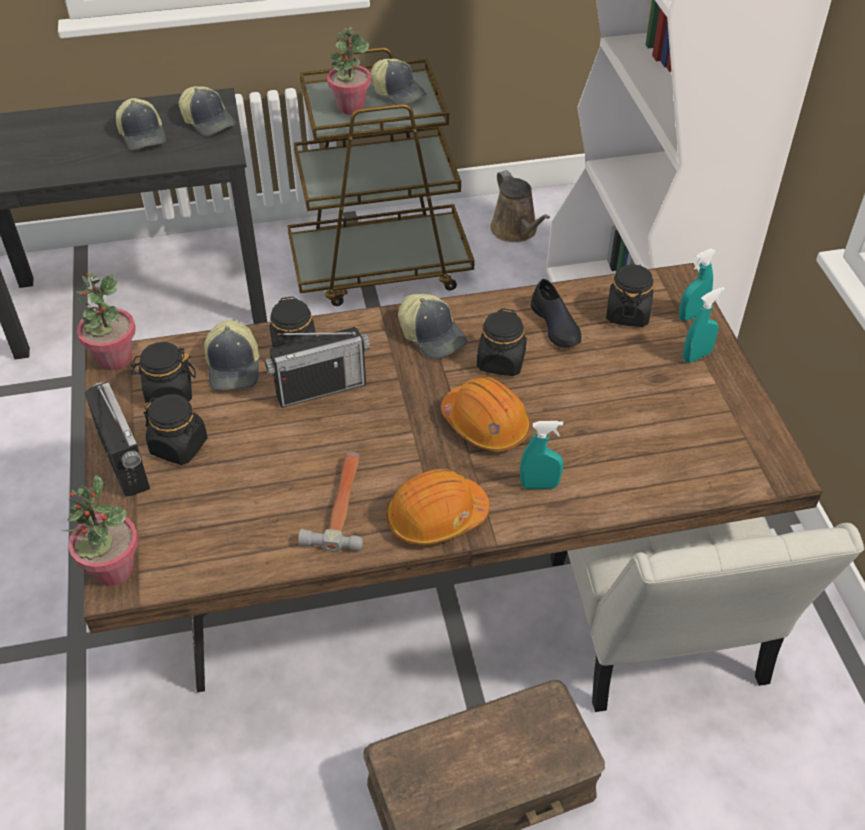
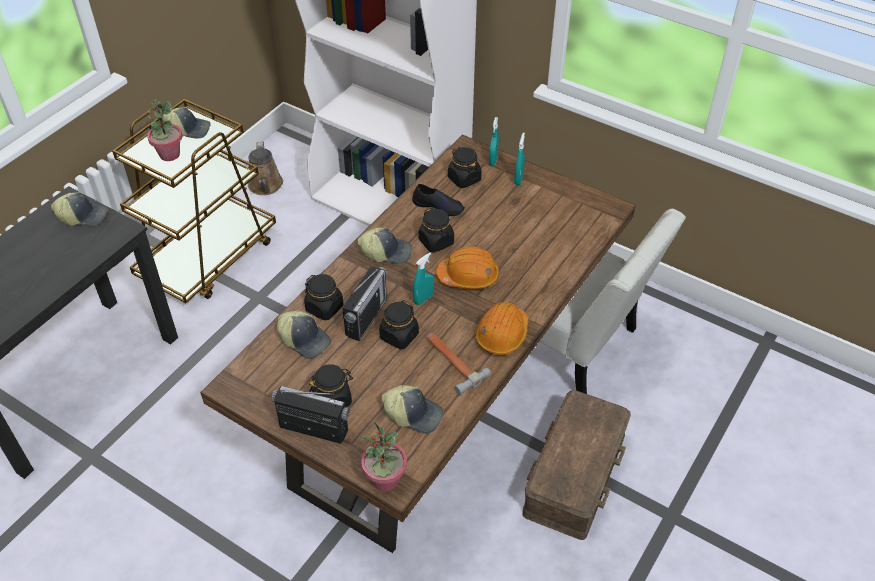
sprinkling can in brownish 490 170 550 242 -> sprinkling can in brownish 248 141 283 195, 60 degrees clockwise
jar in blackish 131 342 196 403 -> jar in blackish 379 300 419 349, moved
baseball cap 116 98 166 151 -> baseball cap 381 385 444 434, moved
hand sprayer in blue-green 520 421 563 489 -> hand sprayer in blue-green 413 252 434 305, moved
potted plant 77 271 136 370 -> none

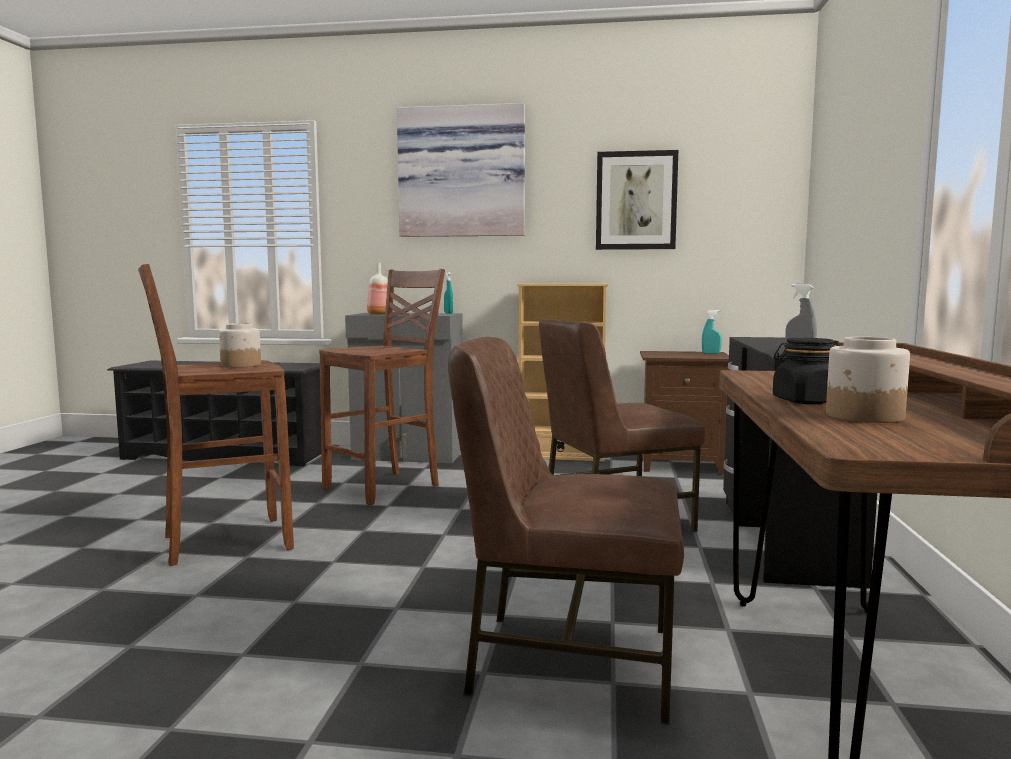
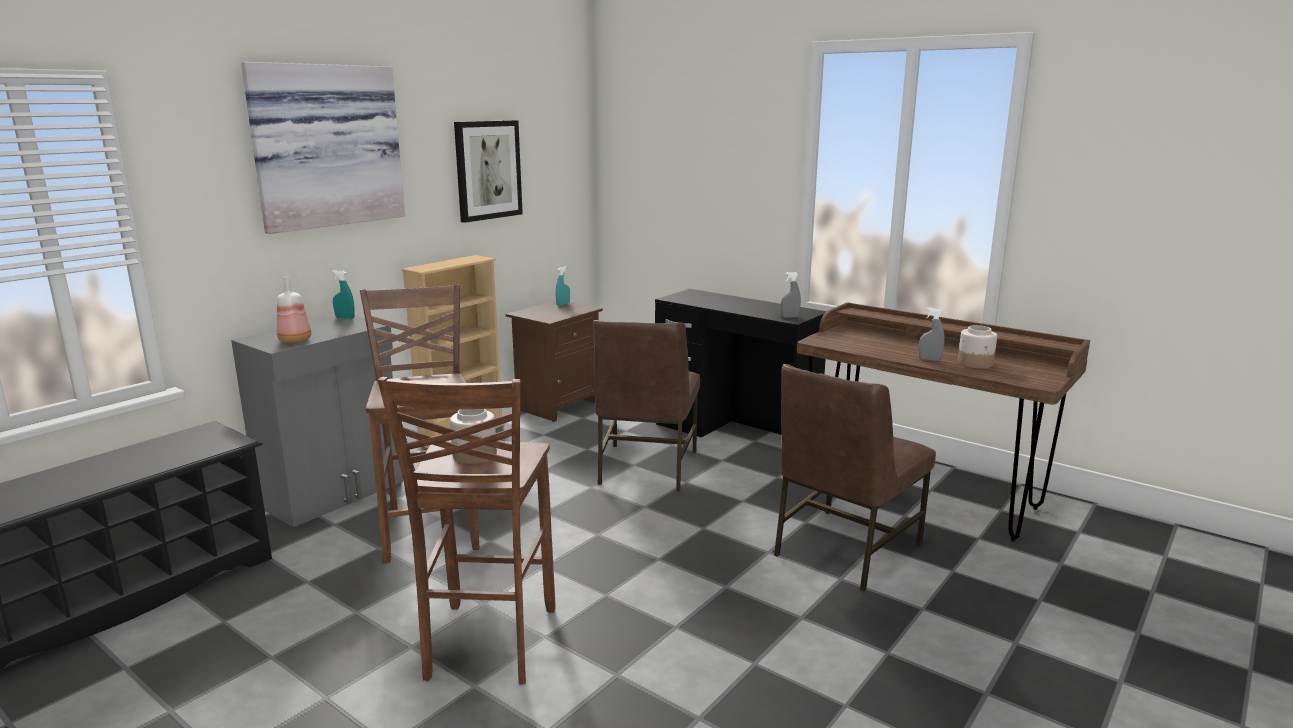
jar in blackish 773 338 839 404 -> hand sprayer in gray 919 307 945 361

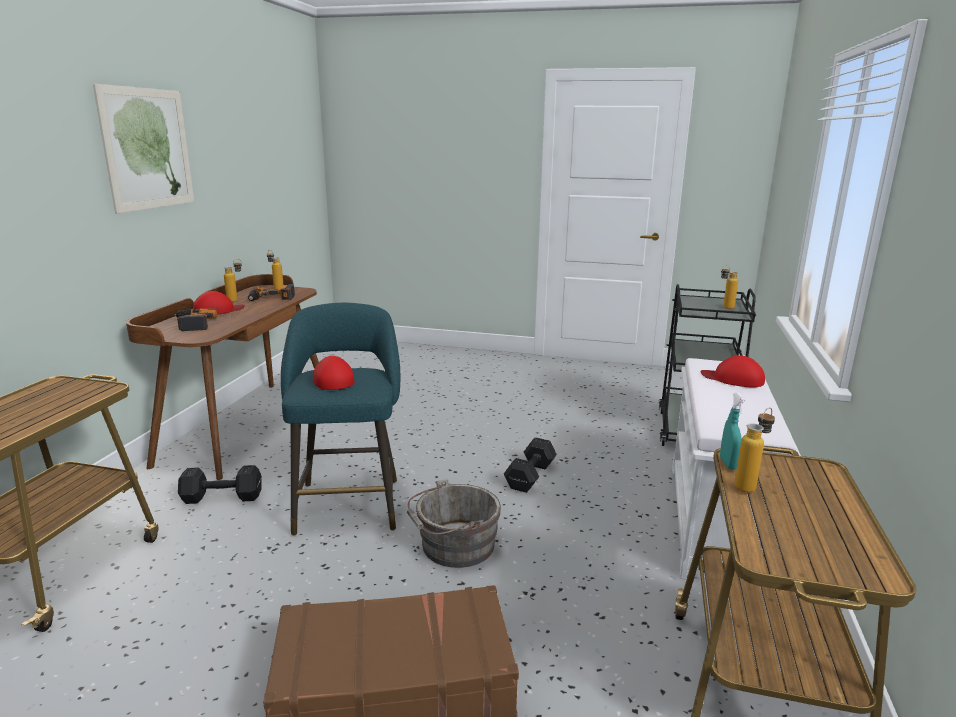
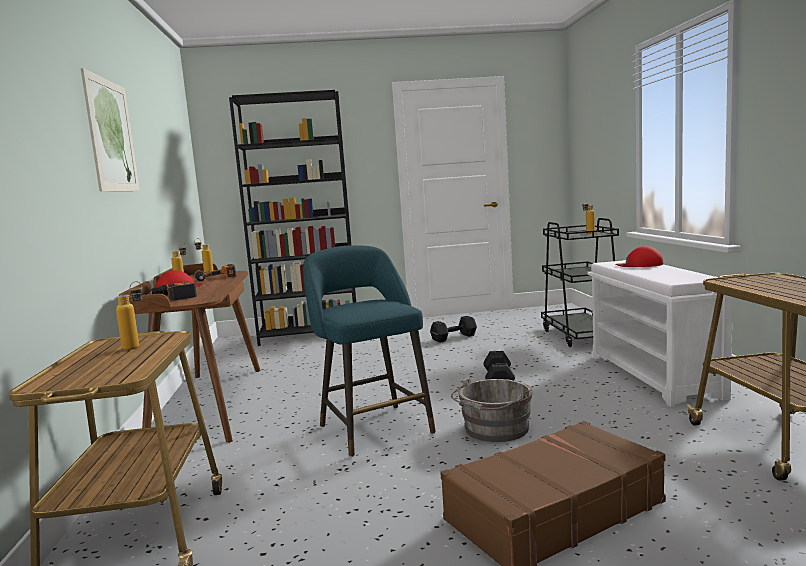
drink bottle 734 408 775 492 -> drink bottle 116 281 143 350, moved
none -> shelving unit in blackish 229 90 356 346
dumbbell in blackish 178 465 262 504 -> dumbbell in blackish 430 316 477 343, moved
baseball cap in red-coloured 313 356 354 390 -> none
hand sprayer in blue-green 720 392 745 469 -> none

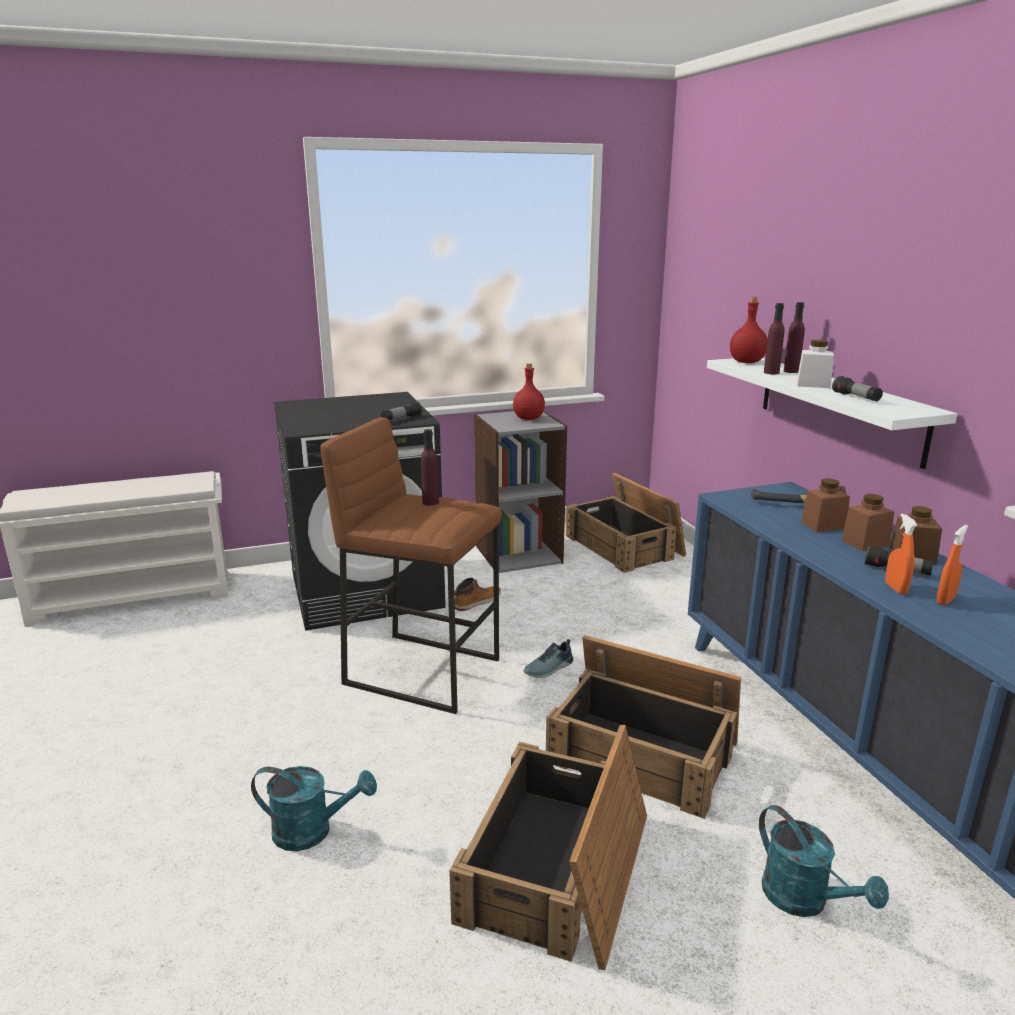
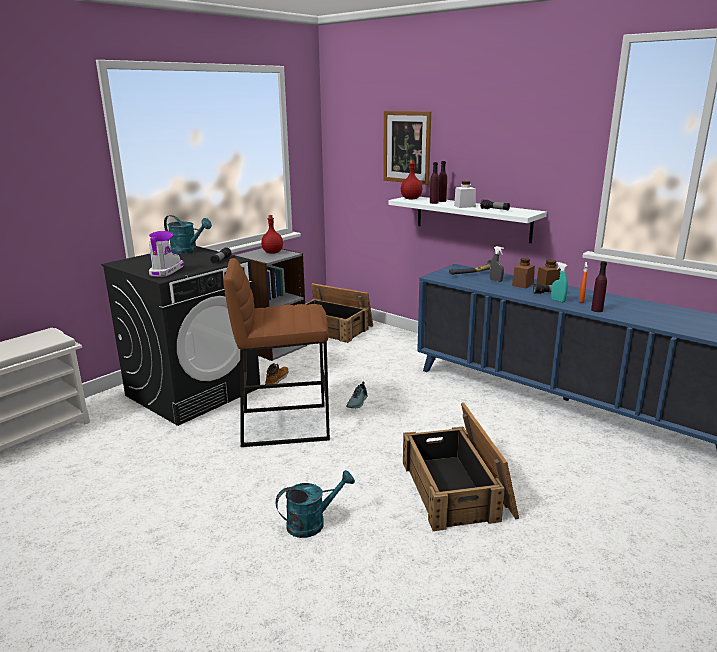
none -> boot 149 231 184 277
sprinkling can in blue-green 759 805 889 917 -> sprinkling can in blue-green 164 215 212 254, moved
none -> wall picture 383 111 431 185
jar in brownish 801 478 850 532 -> hand sprayer in gray 490 246 504 282
hand sprayer in orangey 885 513 917 594 -> hand sprayer in blue-green 551 262 568 302
drink bottle in purple-coloured 421 429 439 505 -> drink bottle in purple-coloured 591 261 607 312, moved
shipping crate 546 635 741 819 -> none

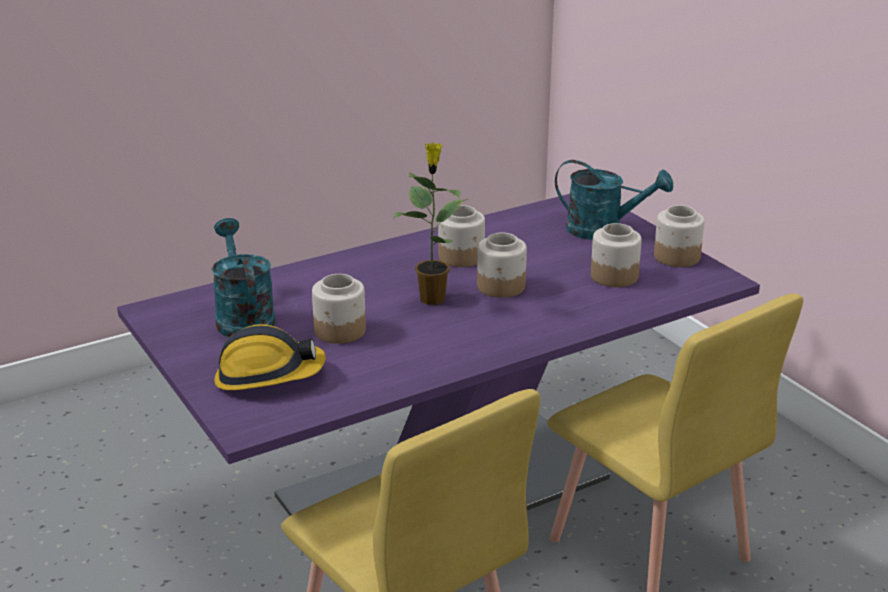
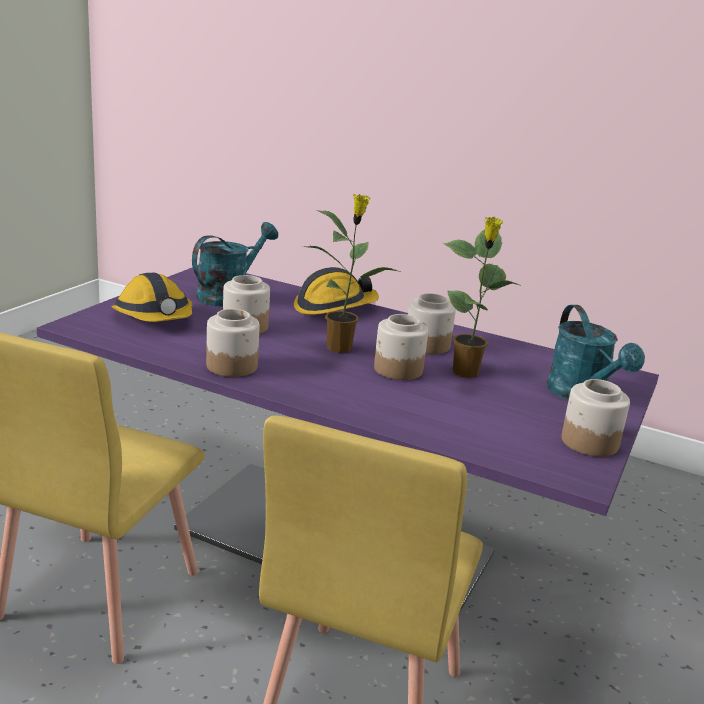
jar 591 223 642 287 -> jar 206 309 259 377, moved
none -> work helmet 294 267 379 315
none -> potted plant 443 217 519 378

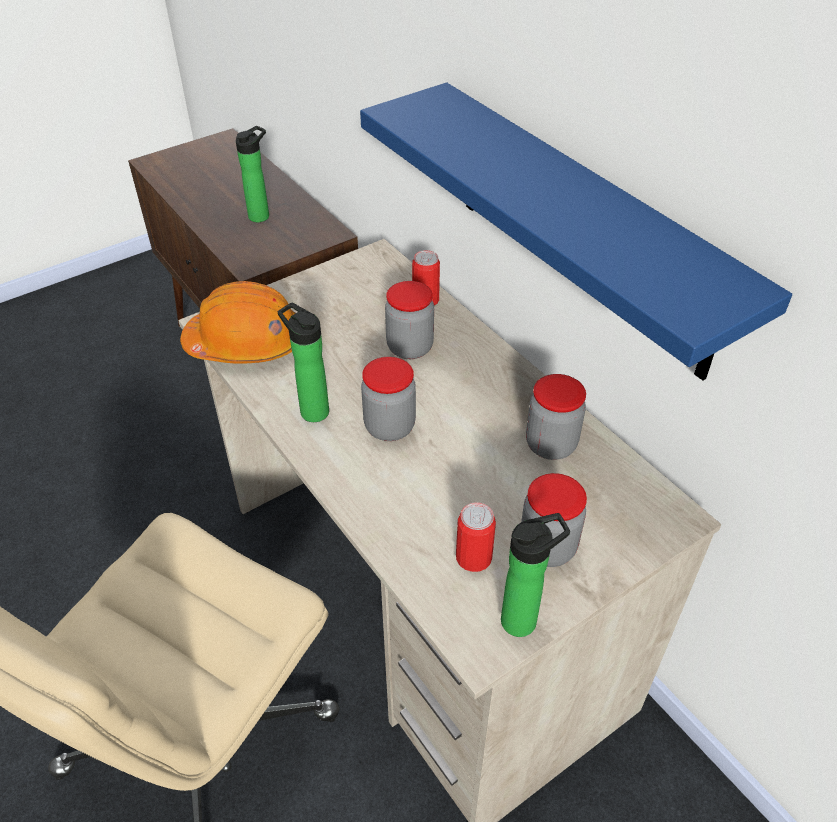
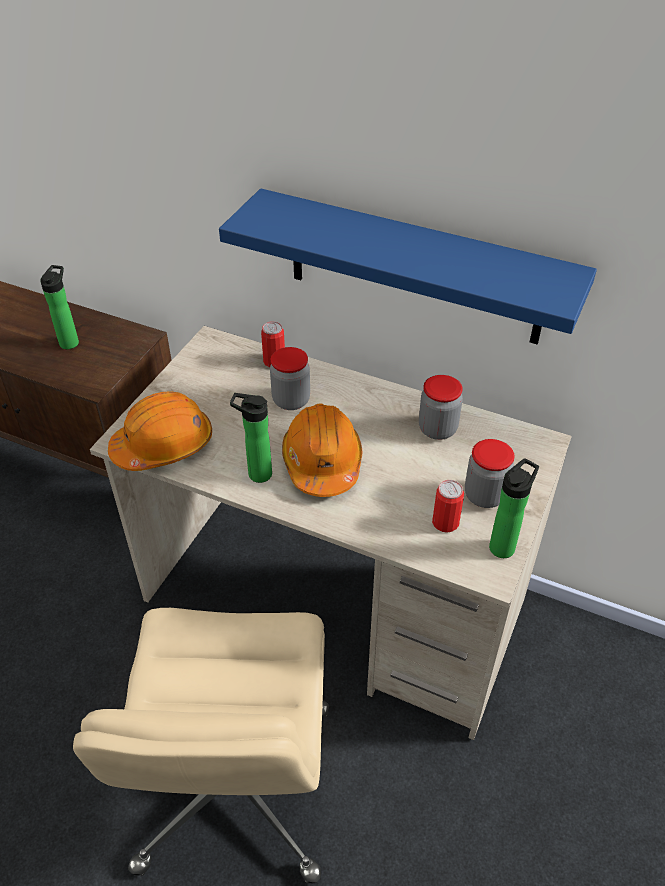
jar 361 357 416 441 -> work helmet in orangey 282 404 363 497

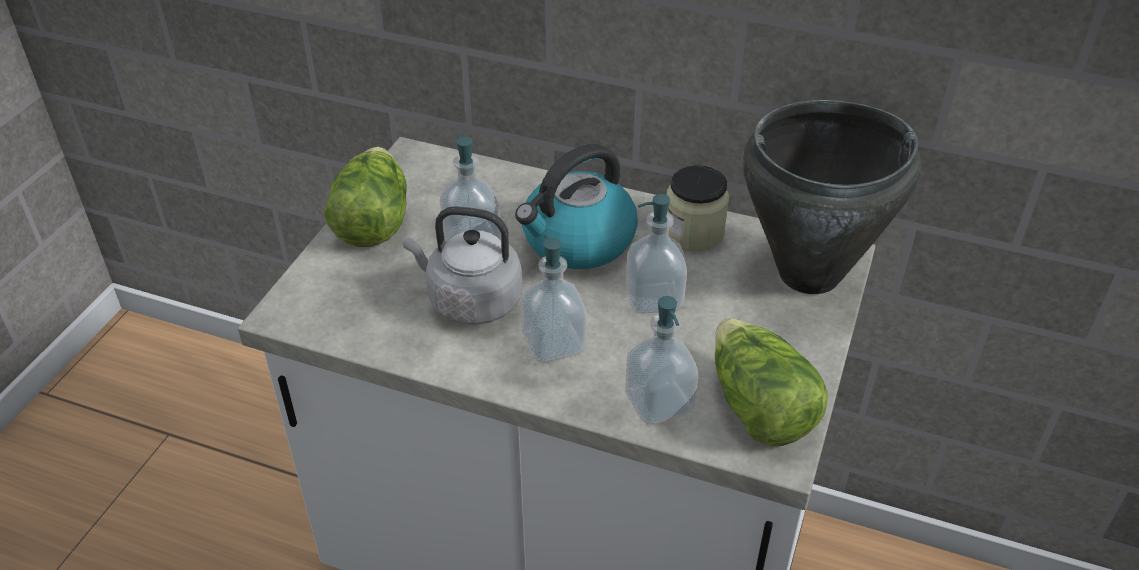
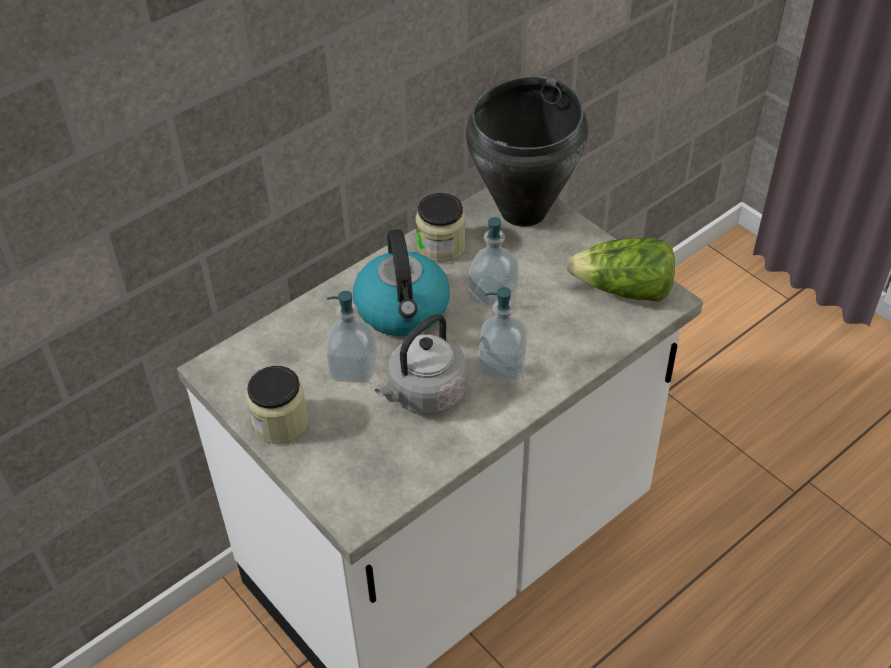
head of lettuce 324 147 407 247 -> jar 246 366 308 444
soap dispenser 625 296 698 425 -> none

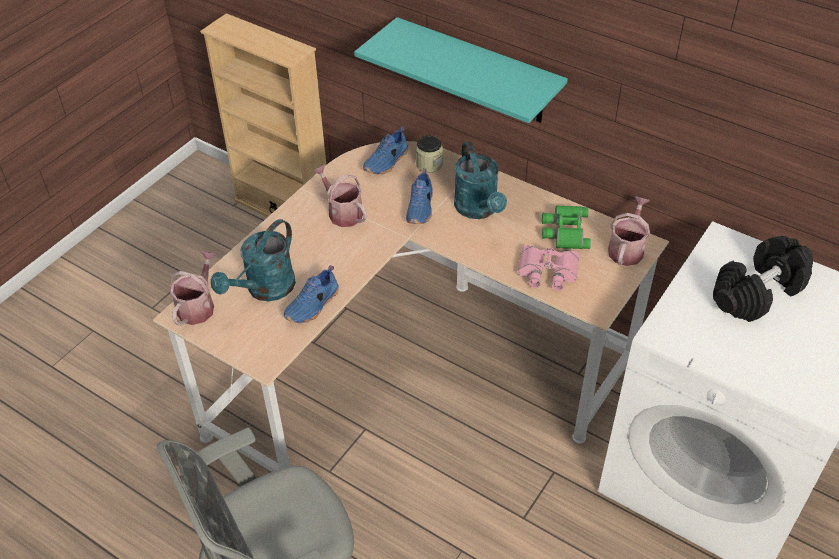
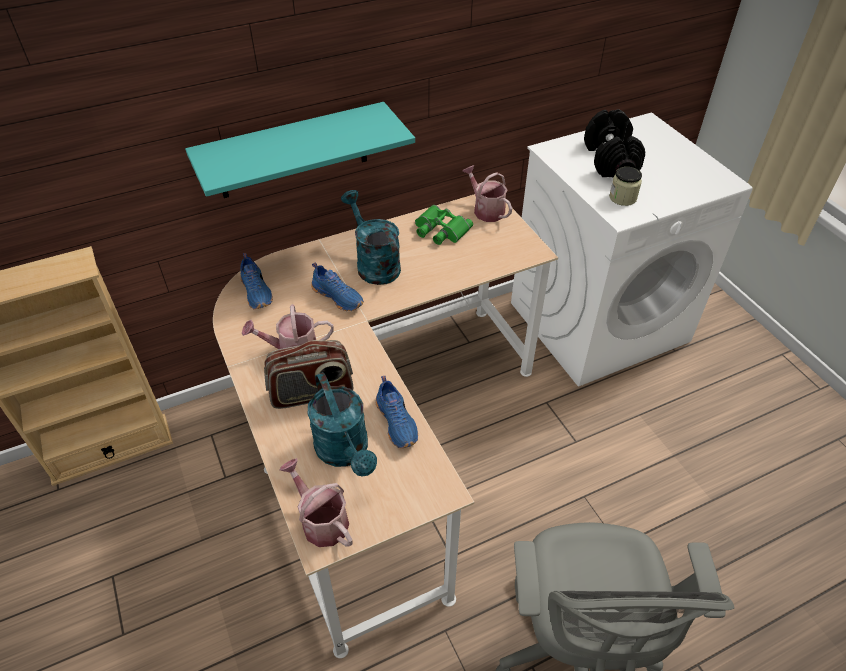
none -> radio 264 340 353 409
sprinkling can in blue-green 454 141 507 219 -> sprinkling can in blue-green 341 190 401 285, 135 degrees counterclockwise
jar 416 135 443 173 -> jar 609 167 642 206, moved
pair of binoculars in pinkish 518 245 579 291 -> none

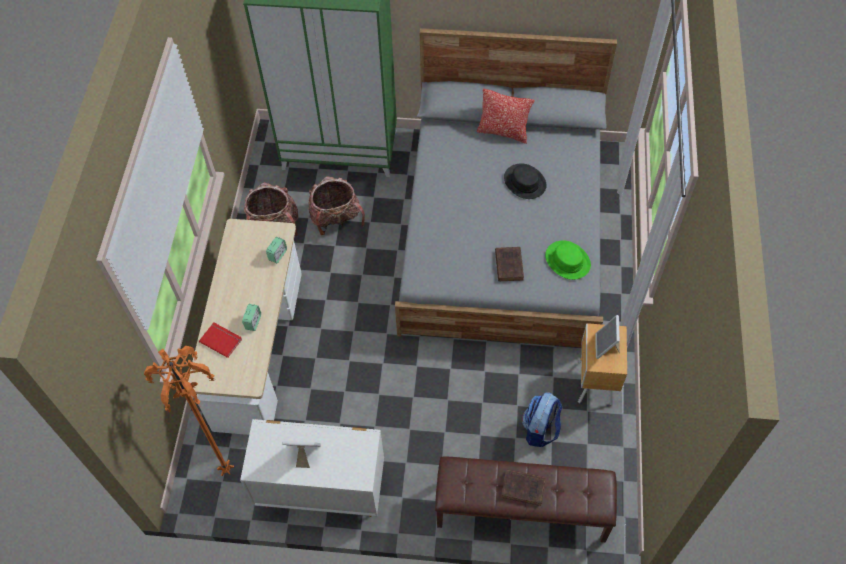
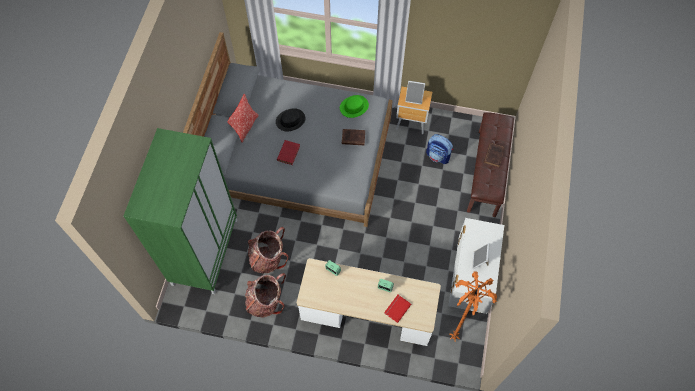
none -> volume in red-coloured 277 140 300 165

